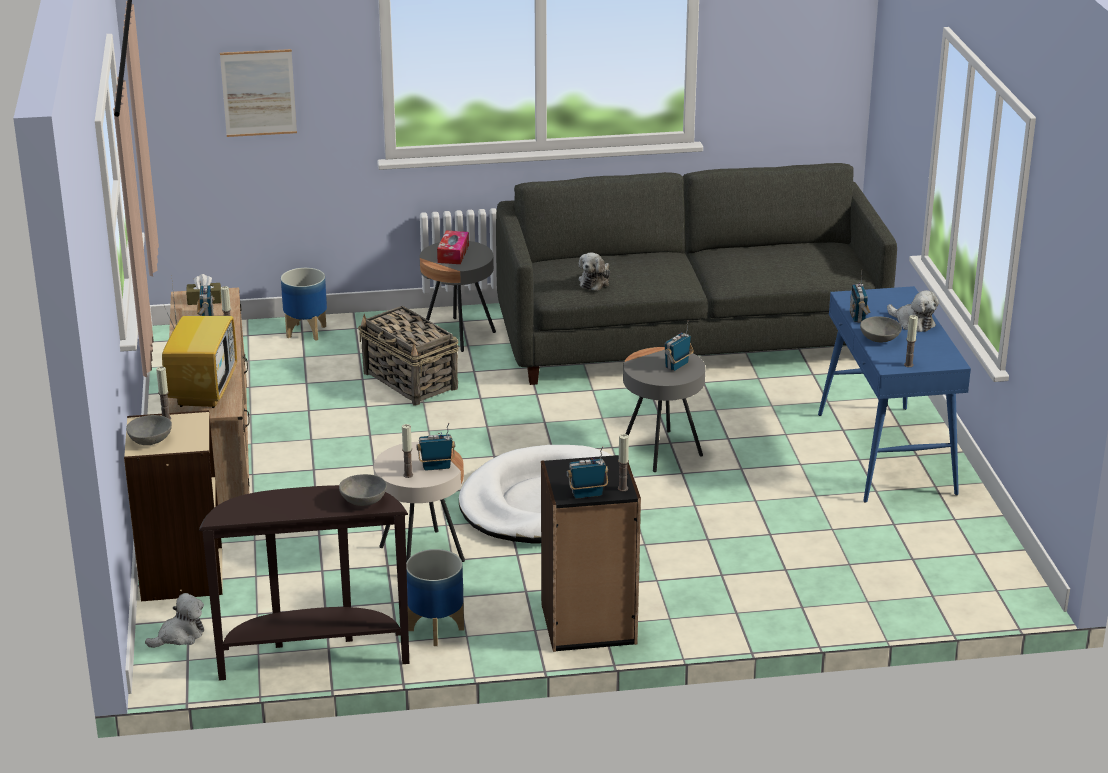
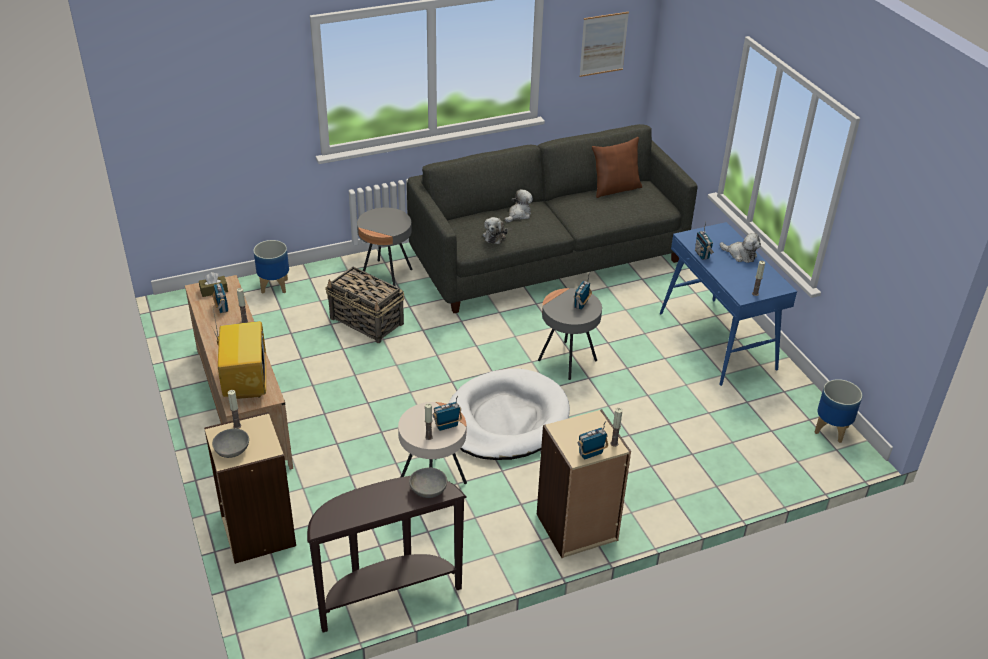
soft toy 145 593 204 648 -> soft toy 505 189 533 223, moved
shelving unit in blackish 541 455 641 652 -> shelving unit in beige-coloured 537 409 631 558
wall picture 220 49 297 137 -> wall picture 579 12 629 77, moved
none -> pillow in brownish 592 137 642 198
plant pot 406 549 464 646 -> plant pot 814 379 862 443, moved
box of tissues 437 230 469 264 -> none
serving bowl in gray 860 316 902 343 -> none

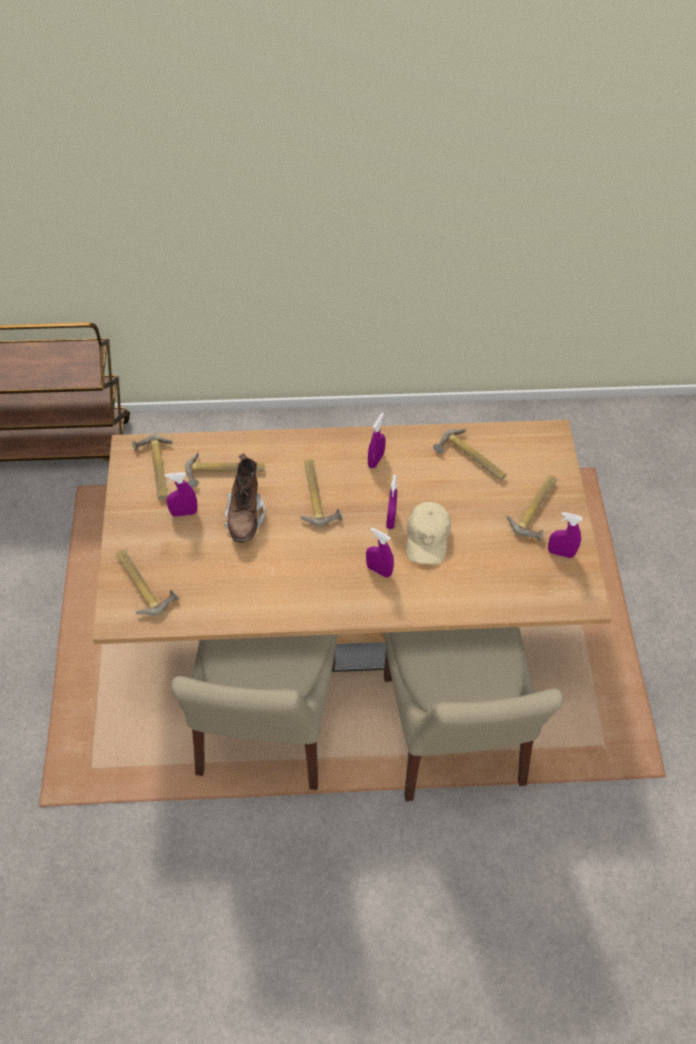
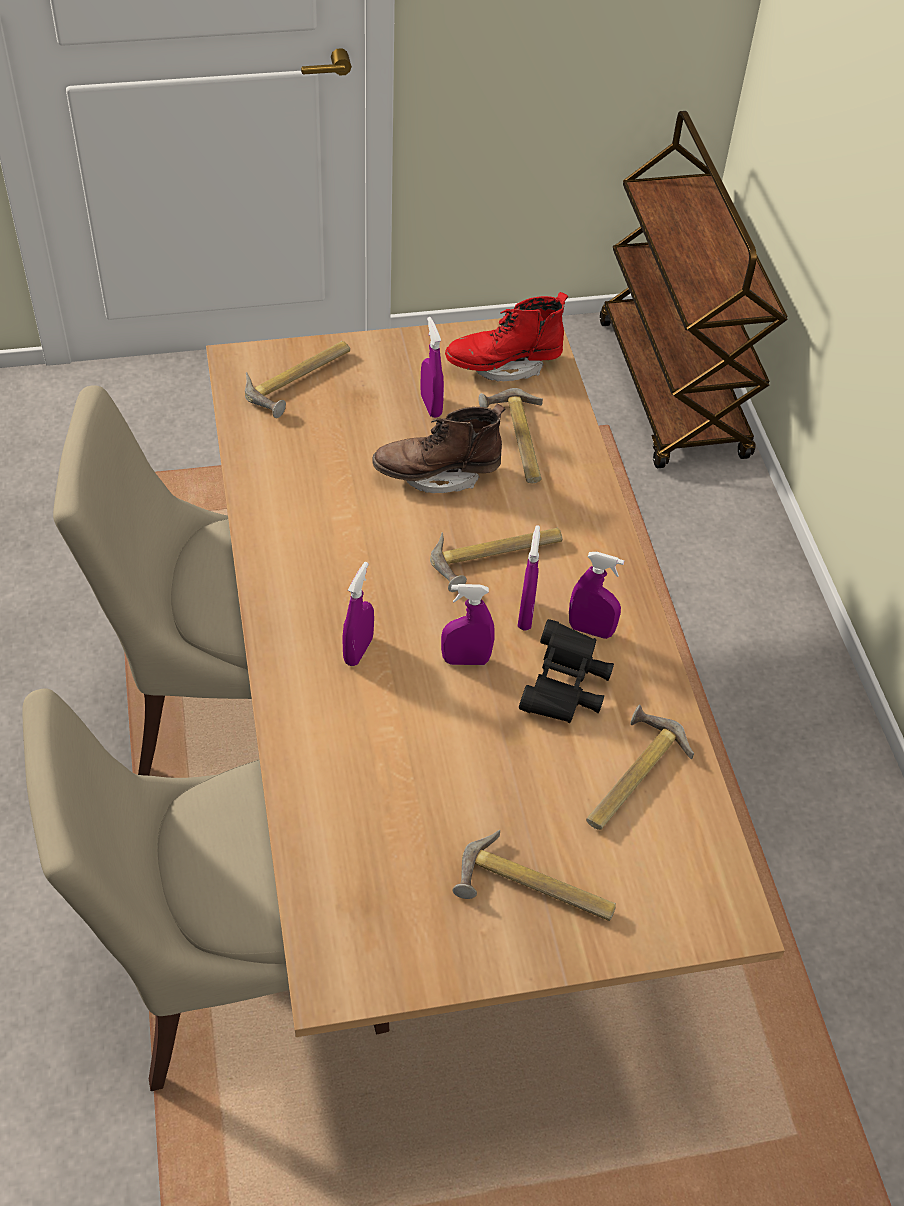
hammer 132 434 172 499 -> boot in red-coloured 445 292 568 382
hand sprayer in purple-coloured 548 512 583 558 -> hand sprayer in purple-coloured 518 525 540 631, moved
none -> pair of binoculars in blackish 519 619 614 723
baseball cap in beige-coloured 406 502 451 565 -> none

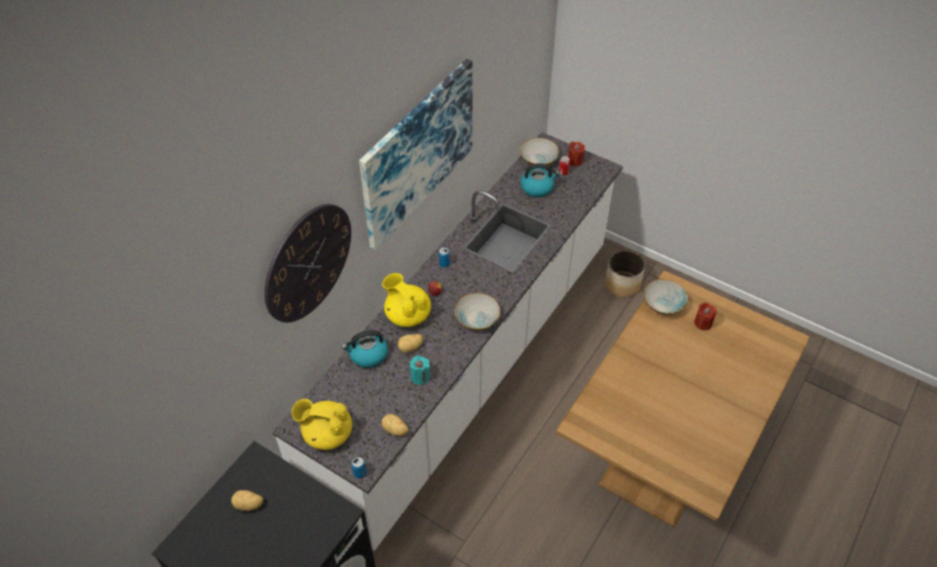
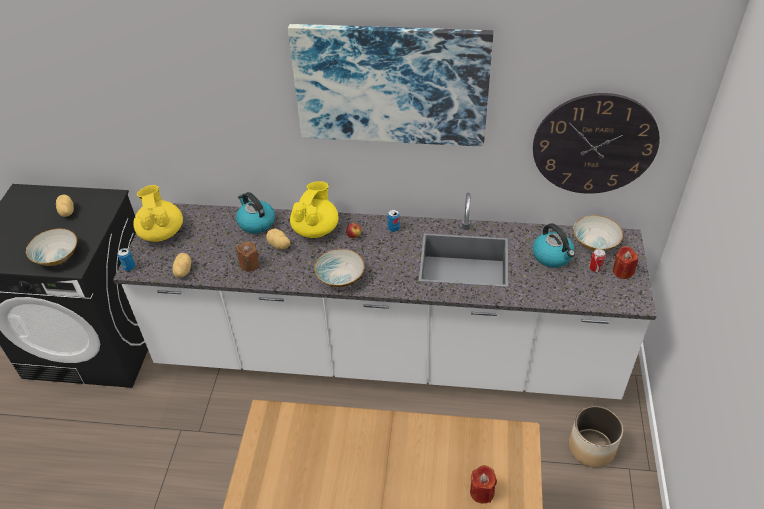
serving bowl 644 279 688 315 -> serving bowl 26 228 77 266, moved
wax candle in blue-green 410 356 430 385 -> wax candle in brownish 236 241 259 271
clock on the wall 264 204 351 323 -> clock on the wall 533 93 660 194, moved

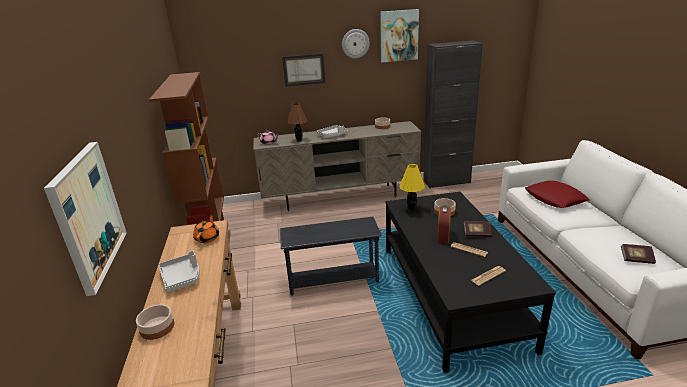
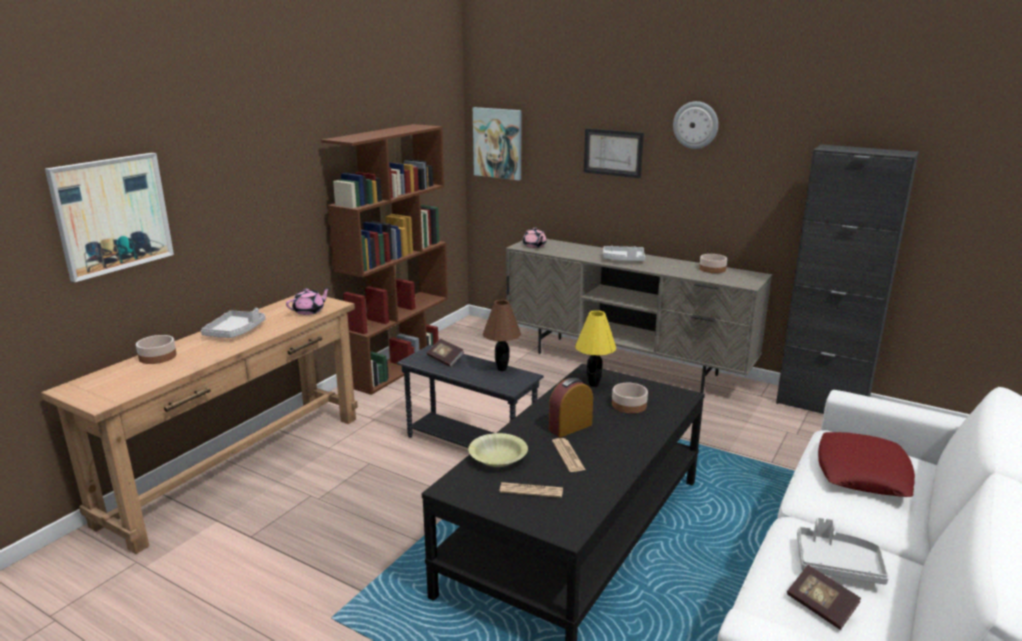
teapot in orangey 193 215 219 243 -> teapot in pinkish 286 288 330 315
volume 463 221 492 237 -> volume 427 339 464 367, moved
none -> serving bowl in yellow-coloured 468 433 528 467
wall picture 380 9 419 62 -> wall picture 473 107 522 180, moved
tabletop lamp in brownish 287 103 308 142 -> tabletop lamp in brownish 483 300 521 371, moved
none -> carrying tray in gray 797 517 889 585

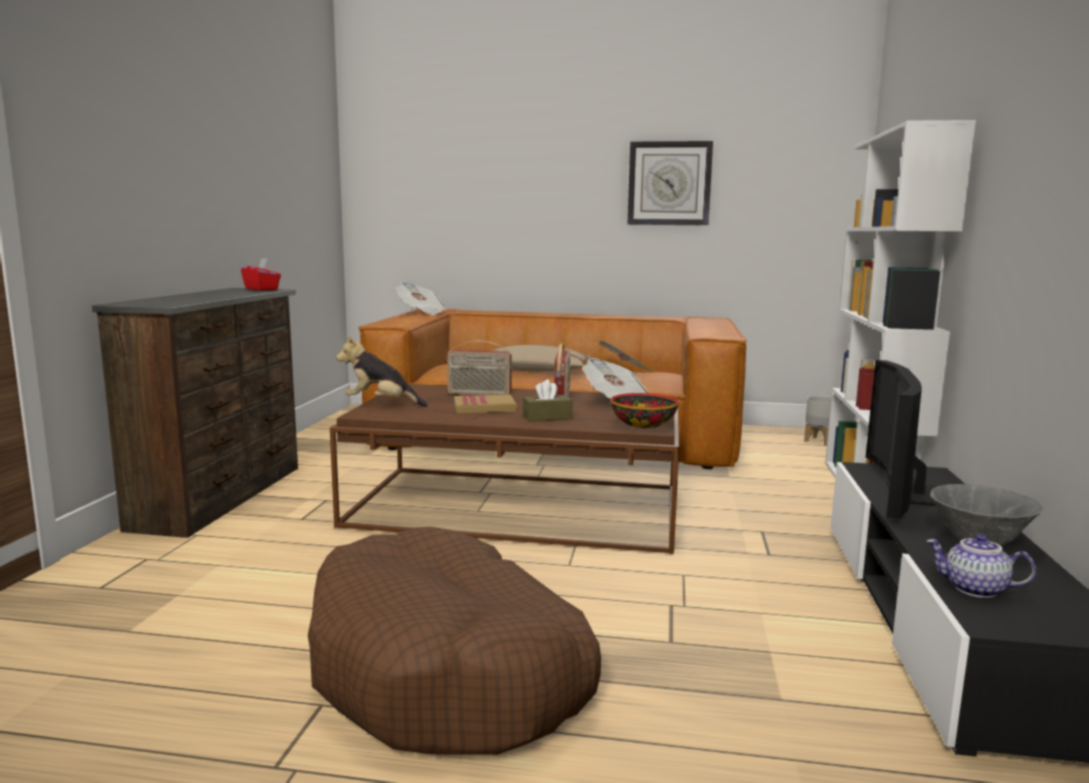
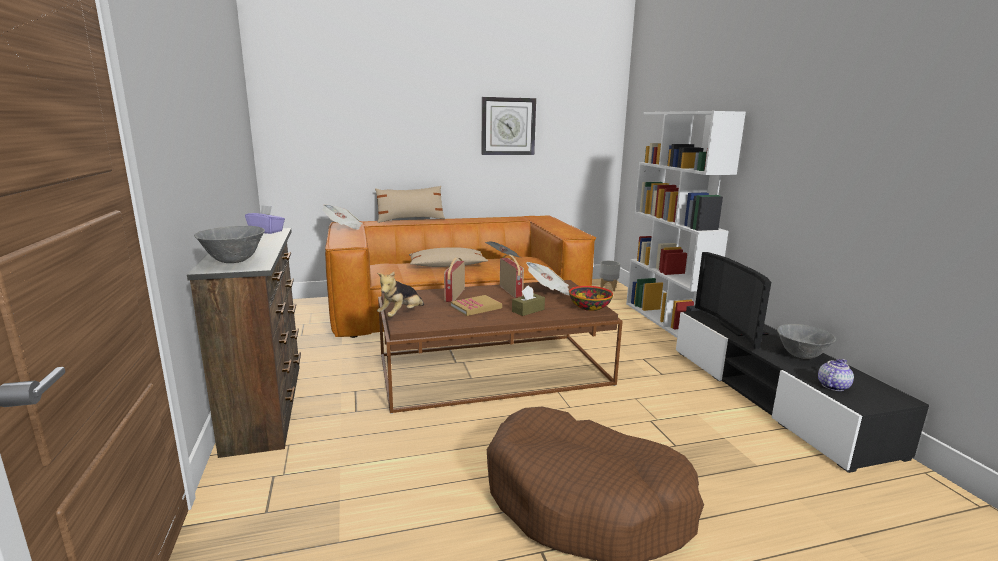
none -> serving bowl in gray 194 226 265 263
box of tissues in red-coloured 241 258 281 291 -> box of tissues in purple-coloured 245 205 285 234
none -> pillow in beige-coloured 375 186 445 223
soft toy 336 336 428 407 -> soft toy 377 272 424 317, 45 degrees counterclockwise
radio 447 341 512 395 -> radio 444 258 465 302, 120 degrees clockwise
teapot 926 534 1036 598 -> teapot 818 359 854 391, 135 degrees clockwise

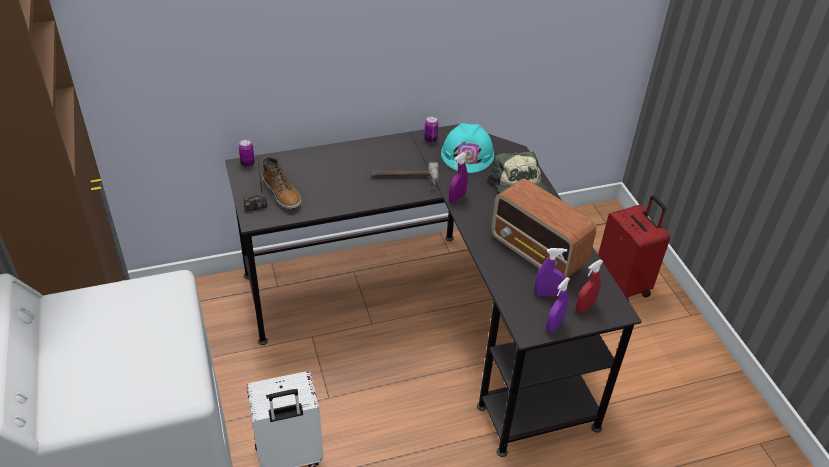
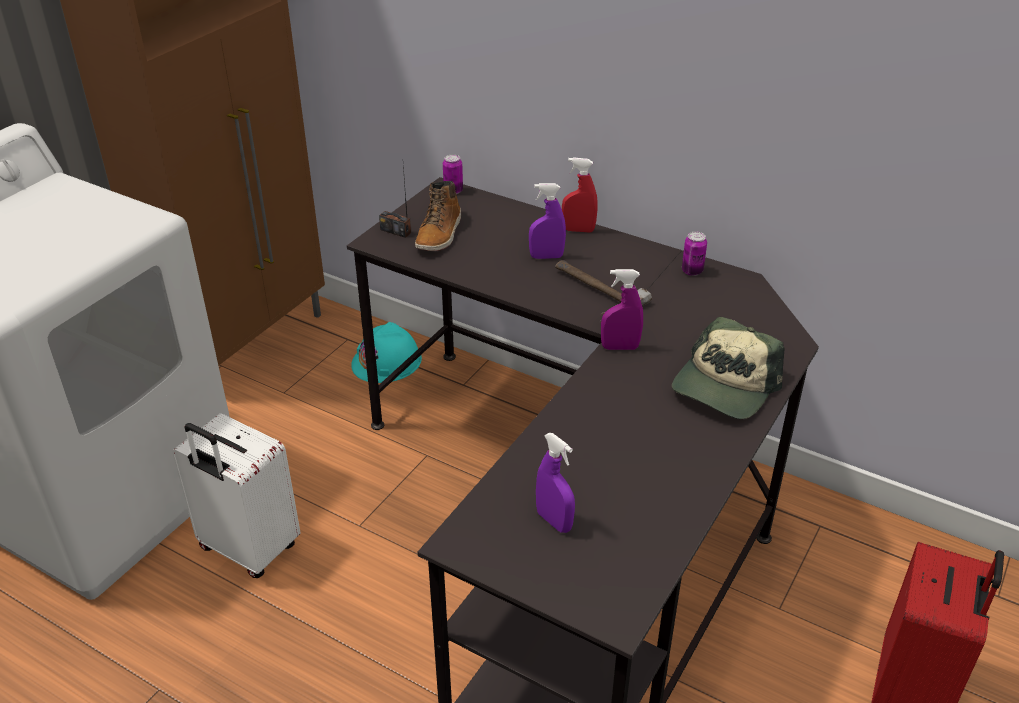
work helmet in blue-green 441 123 494 173 -> work helmet in blue-green 351 322 422 383, moved
hand sprayer in purple-coloured 546 277 570 333 -> hand sprayer in purple-coloured 529 183 566 259, moved
hand sprayer in red-coloured 576 260 603 313 -> hand sprayer in red-coloured 562 157 598 232, moved
radio 491 179 596 279 -> none

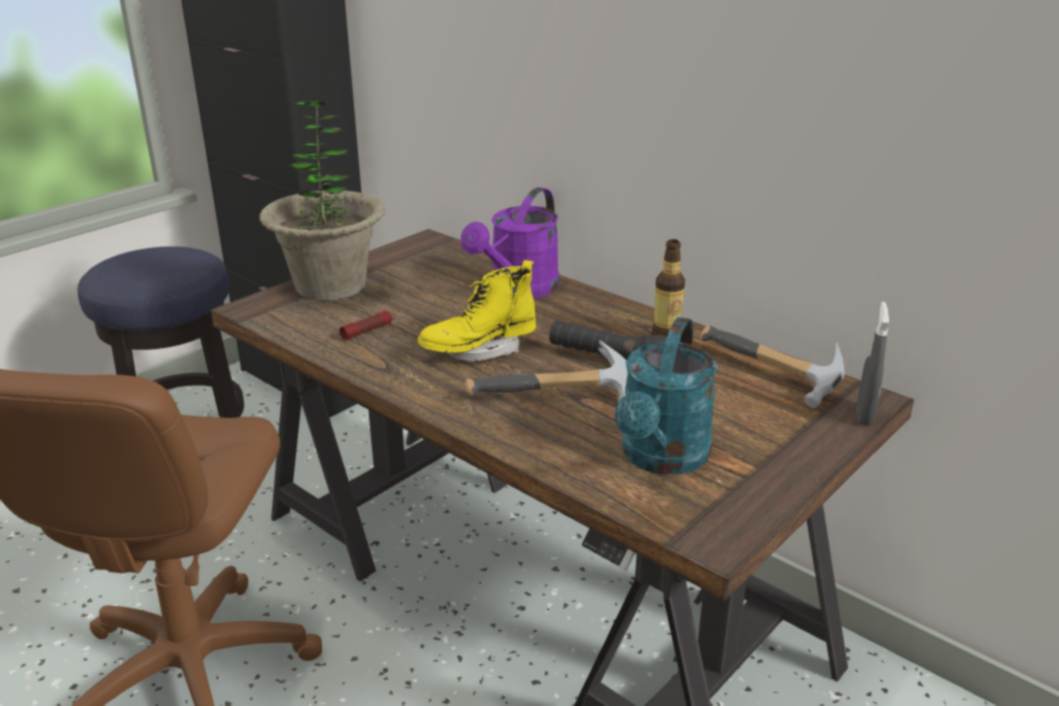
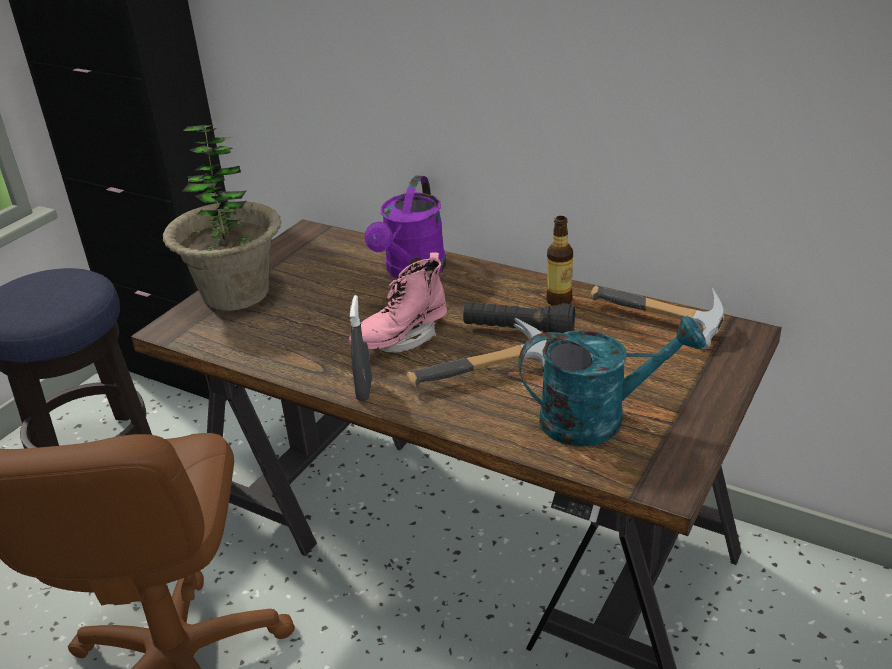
boot in yellow-coloured 418 260 536 362 -> boot in pinkish 349 252 447 353
hand sprayer in gray 857 302 889 425 -> hand sprayer in gray 350 295 372 401, moved
sprinkling can in blue-green 615 317 718 474 -> sprinkling can in blue-green 518 316 706 447, 105 degrees counterclockwise
hand torch 339 311 392 340 -> none

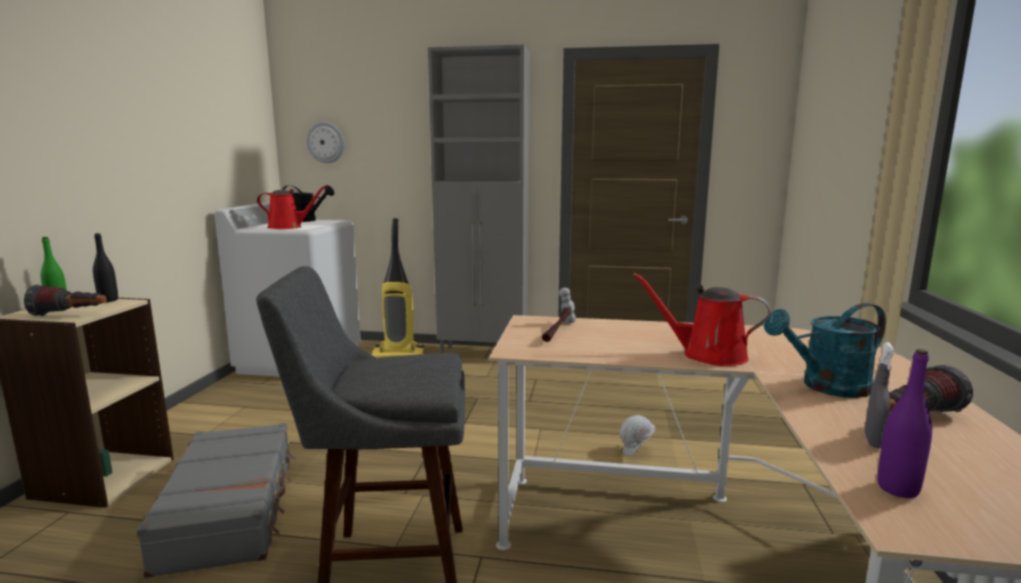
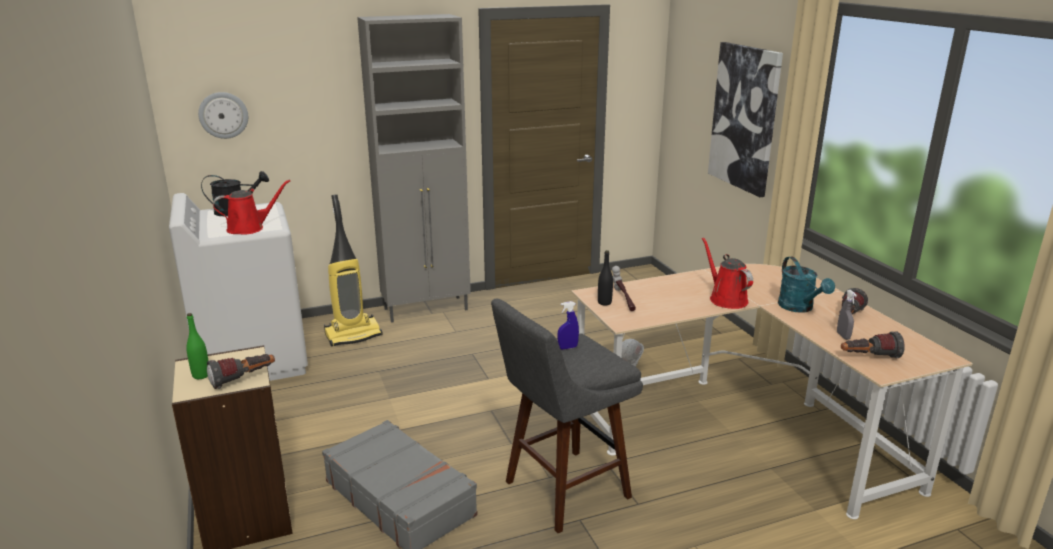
none -> hand sprayer in blue 557 301 579 350
drink bottle in blackish 93 233 118 302 -> drink bottle in blackish 598 250 613 305, moved
sprinkling can in red-coloured 633 273 770 366 -> sprinkling can in red-coloured 702 237 753 309, 75 degrees clockwise
none -> wall picture 708 42 783 197
sprinkling can in blue-green 764 303 886 398 -> sprinkling can in blue-green 778 257 835 313, 60 degrees counterclockwise
drink bottle in purple-coloured 878 349 932 498 -> hand torch 841 331 905 359

